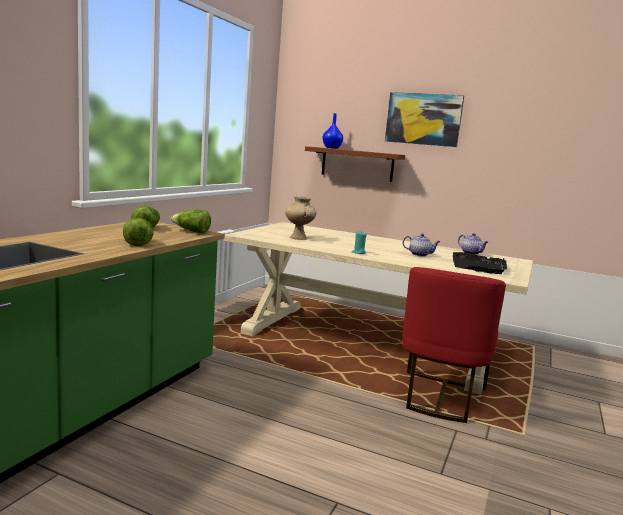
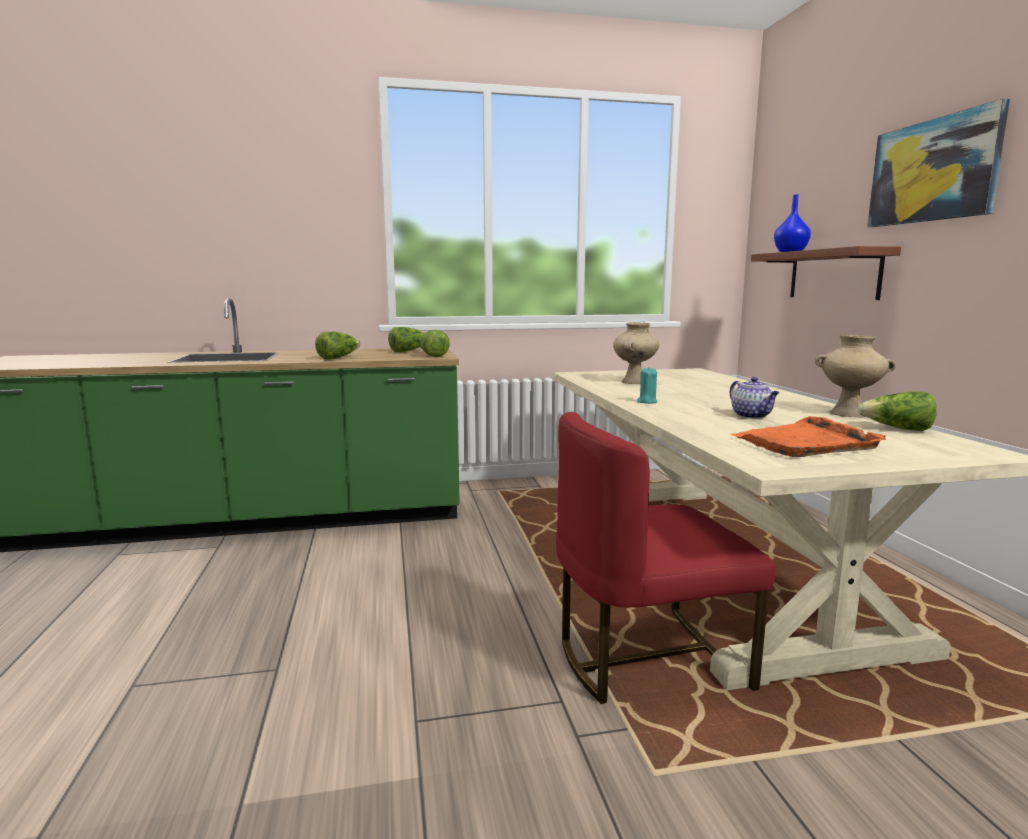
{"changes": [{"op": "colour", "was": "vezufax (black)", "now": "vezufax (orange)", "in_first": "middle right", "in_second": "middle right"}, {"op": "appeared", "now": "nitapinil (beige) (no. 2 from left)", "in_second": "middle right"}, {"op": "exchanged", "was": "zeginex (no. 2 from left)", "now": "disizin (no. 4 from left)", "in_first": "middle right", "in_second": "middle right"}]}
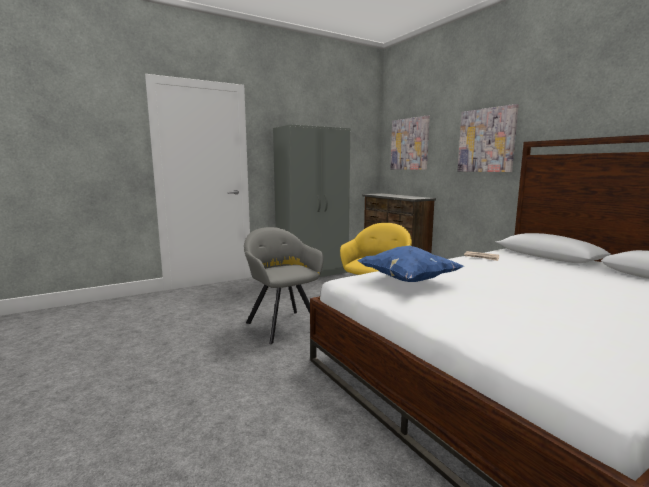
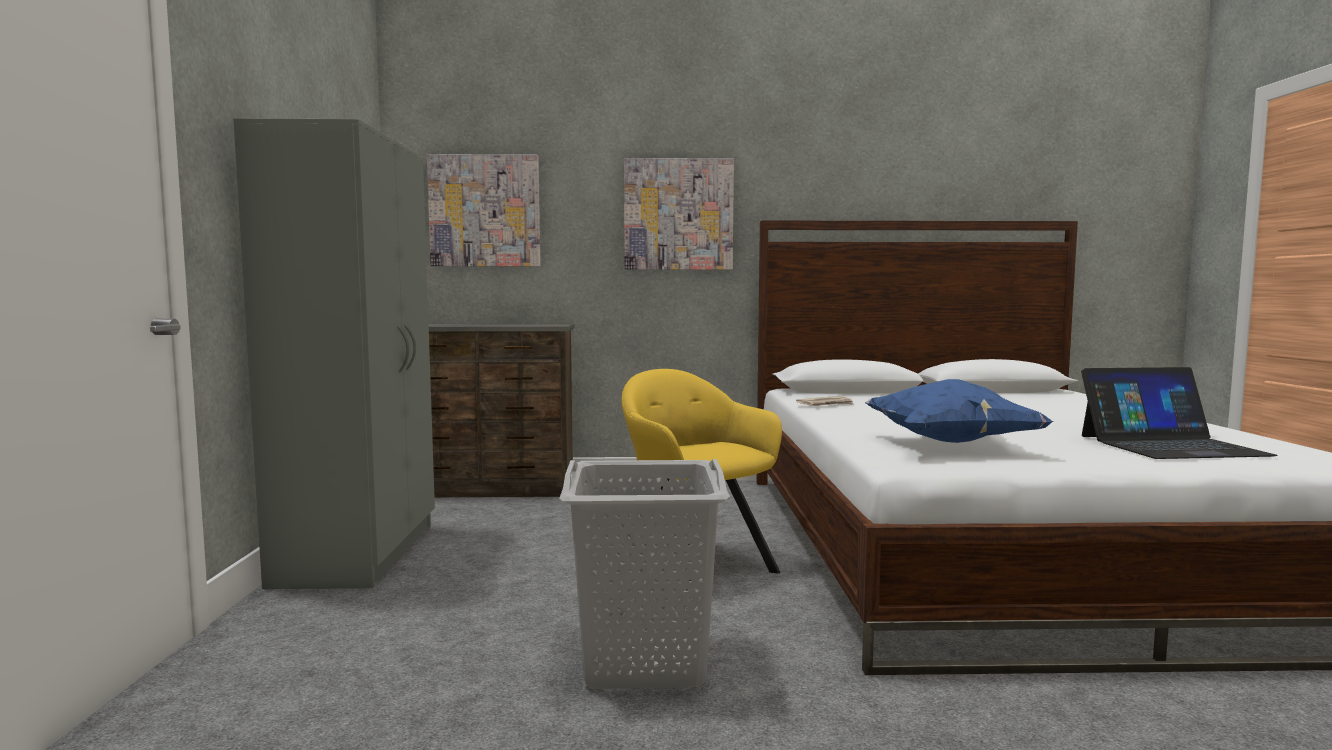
{"changes": [{"op": "exchanged", "was": "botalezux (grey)", "now": "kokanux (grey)", "in_first": "centre", "in_second": "bottom centre"}, {"op": "appeared", "now": "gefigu", "in_second": "middle right"}]}
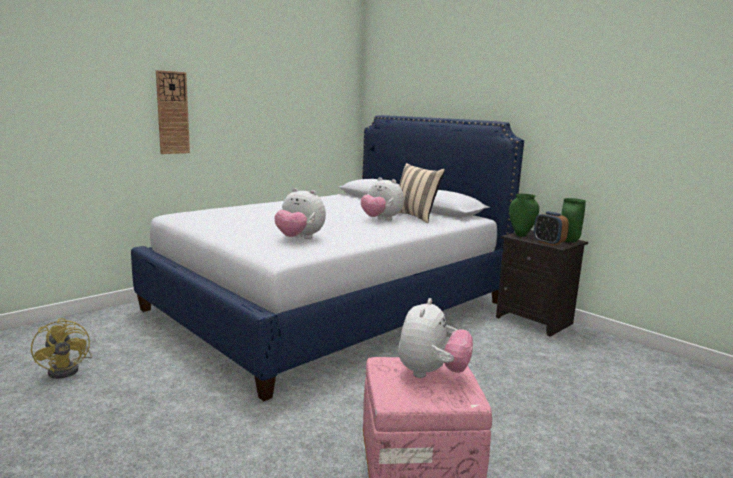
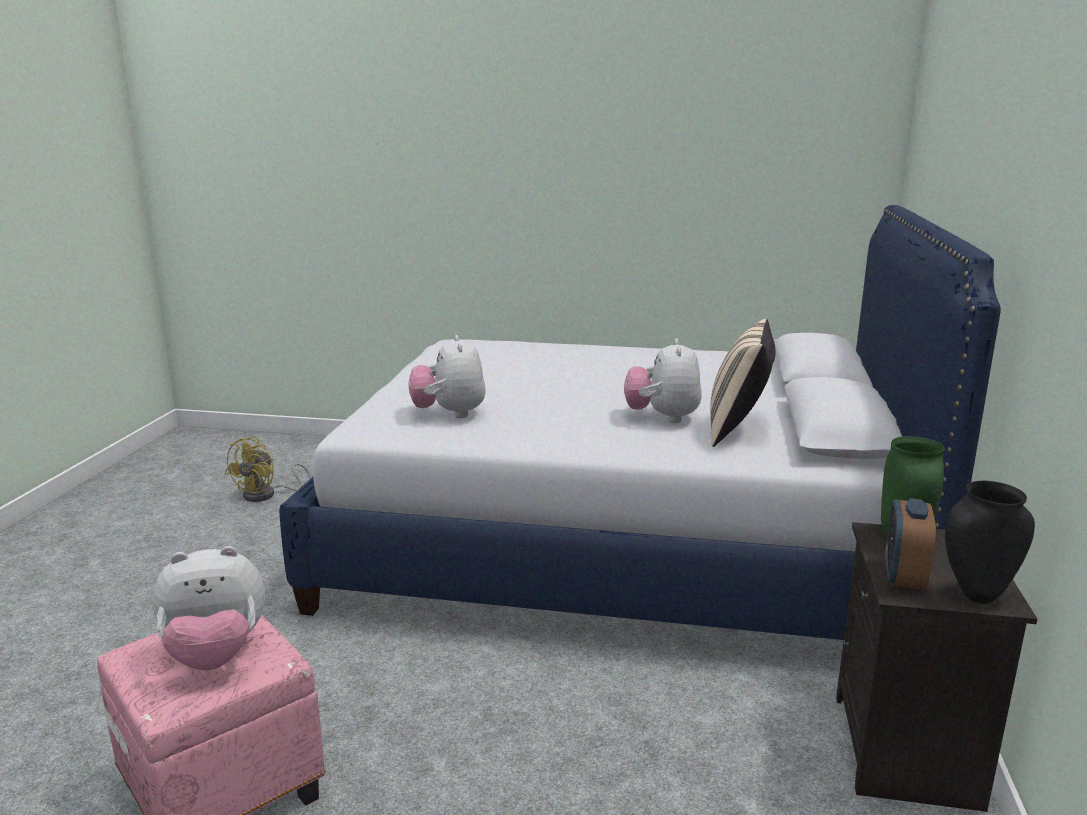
{"changes": [{"op": "colour", "was": "nitapinil (green) (no. 2 from left)", "now": "nitapinil (black)", "in_first": "middle right", "in_second": "middle right"}, {"op": "missing", "was": "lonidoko", "in_first": "top left"}]}
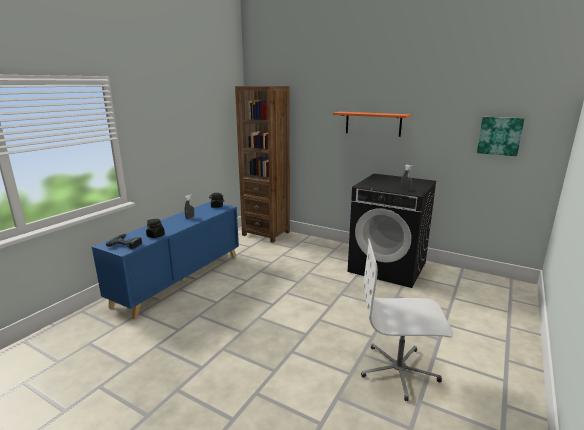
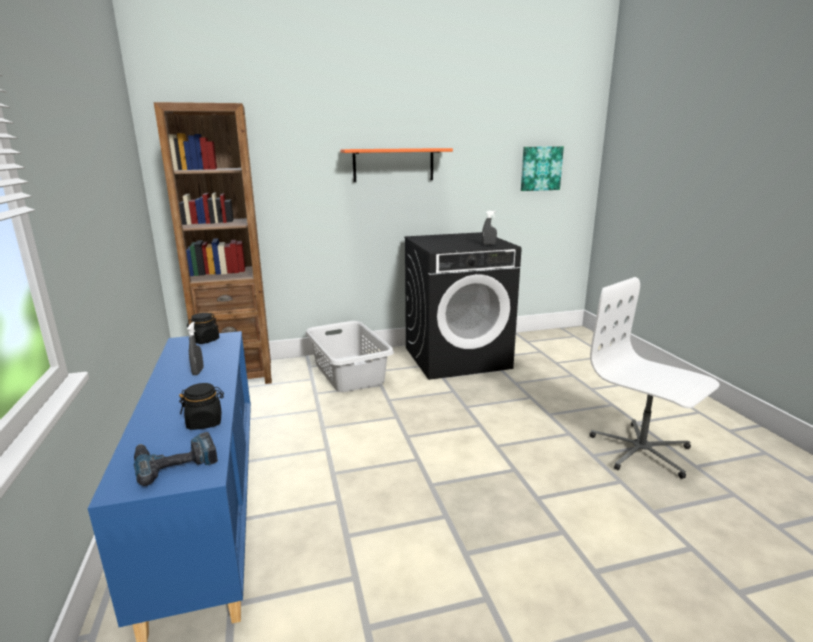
{"changes": [{"op": "appeared", "now": "kokanux (grey)", "in_second": "centre"}, {"op": "spun", "was": "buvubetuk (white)", "in_first": "bottom right", "in_second": "middle right", "clockwise": 90}]}
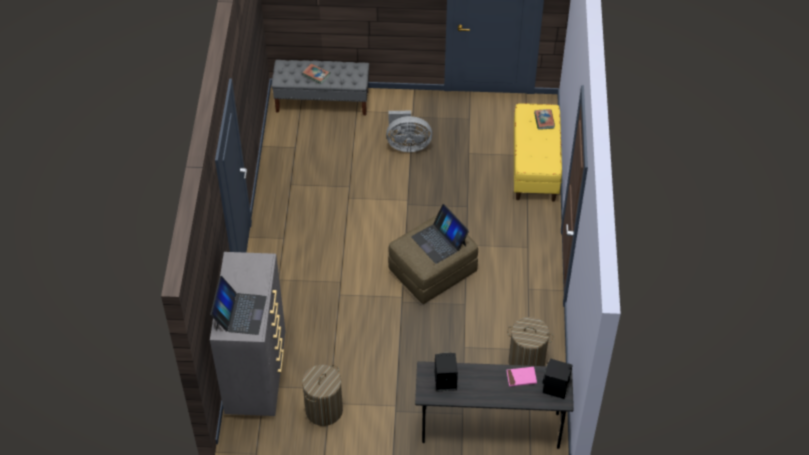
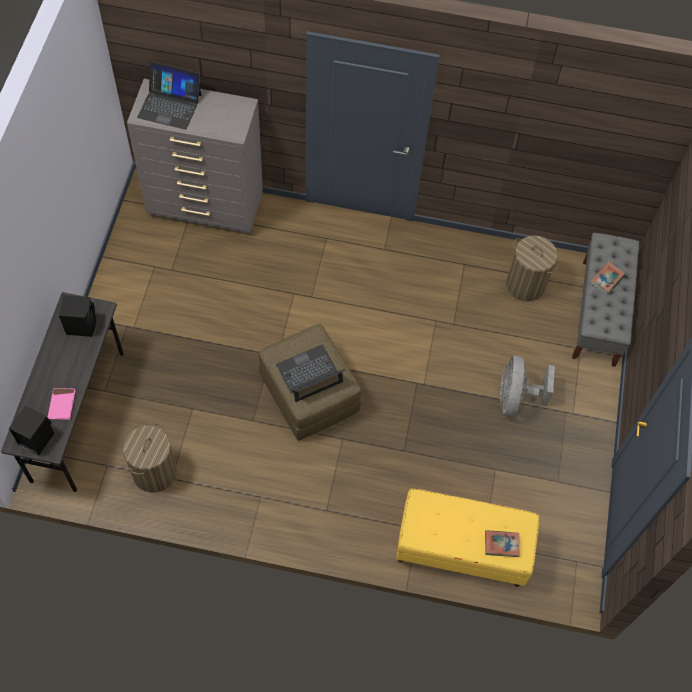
{"changes": [{"op": "relocated", "was": "kokanux (no. 1 from left in the first image)", "now": "kokanux (no. 2 from left)", "in_first": "bottom centre", "in_second": "middle right"}]}
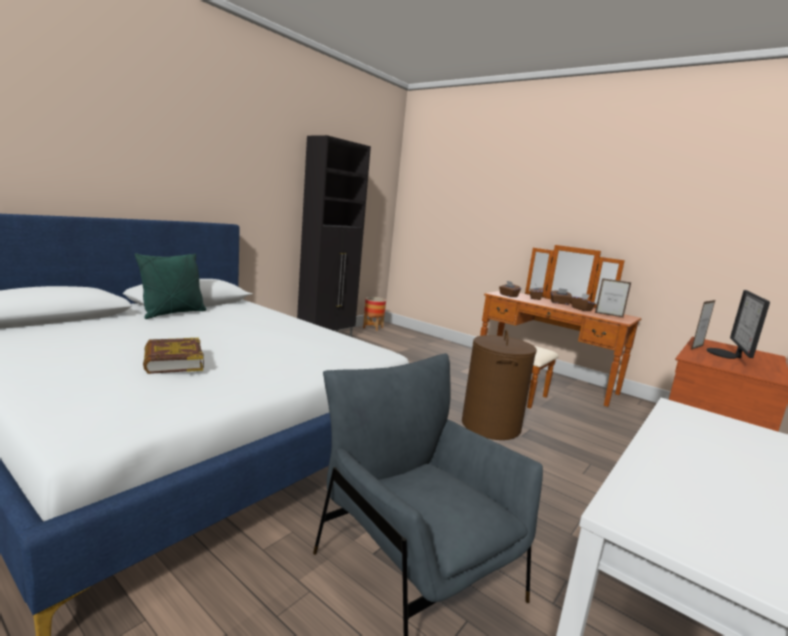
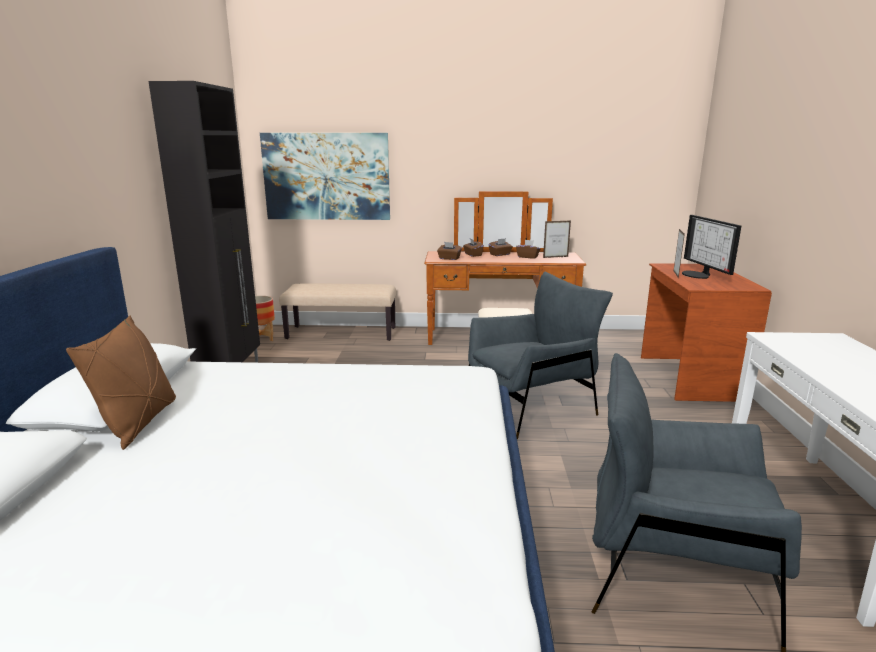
{"changes": [{"op": "colour", "was": "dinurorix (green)", "now": "dinurorix (brown)", "in_first": "middle left", "in_second": "middle left"}, {"op": "appeared", "now": "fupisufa", "in_second": "top centre"}, {"op": "appeared", "now": "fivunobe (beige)", "in_second": "centre"}, {"op": "exchanged", "was": "kokanux (brown)", "now": "botalezux (grey) (no. 1 from left)", "in_first": "centre", "in_second": "centre"}, {"op": "missing", "was": "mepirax", "in_first": "middle left"}]}
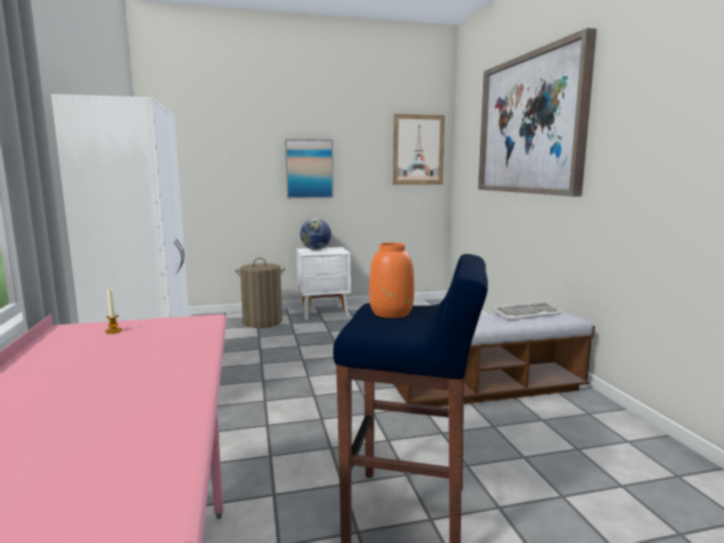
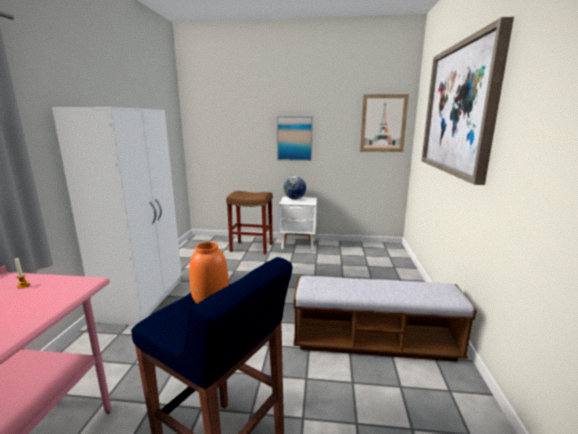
{"changes": [{"op": "exchanged", "was": "kokanux", "now": "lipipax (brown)", "in_first": "centre", "in_second": "centre"}, {"op": "missing", "was": "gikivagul", "in_first": "middle right"}]}
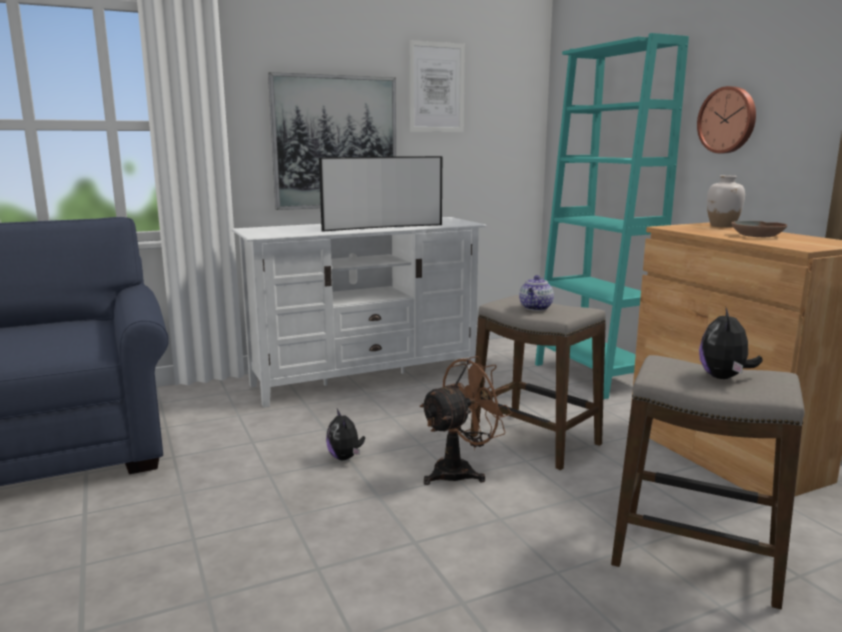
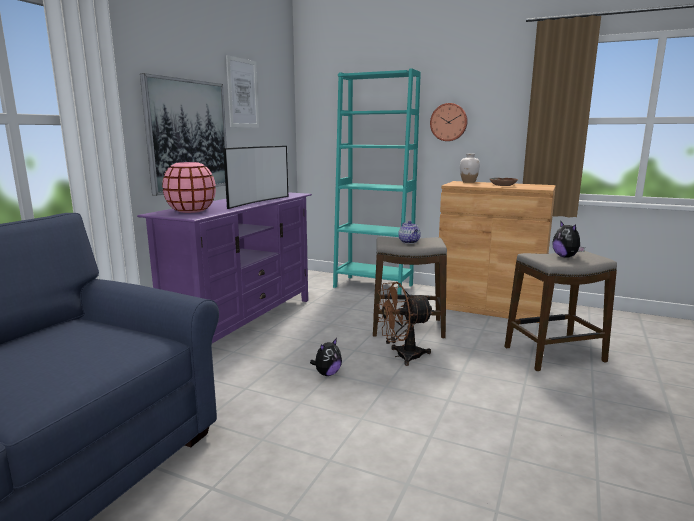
{"changes": [{"op": "colour", "was": "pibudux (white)", "now": "pibudux (purple)", "in_first": "centre", "in_second": "middle left"}, {"op": "appeared", "now": "nitapinil (pink)", "in_second": "middle left"}, {"op": "spun", "was": "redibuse (no. 1 from left)", "in_first": "bottom centre", "in_second": "bottom centre", "clockwise": -75}, {"op": "spun", "was": "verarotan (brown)", "in_first": "centre", "in_second": "centre", "clockwise": -120}]}
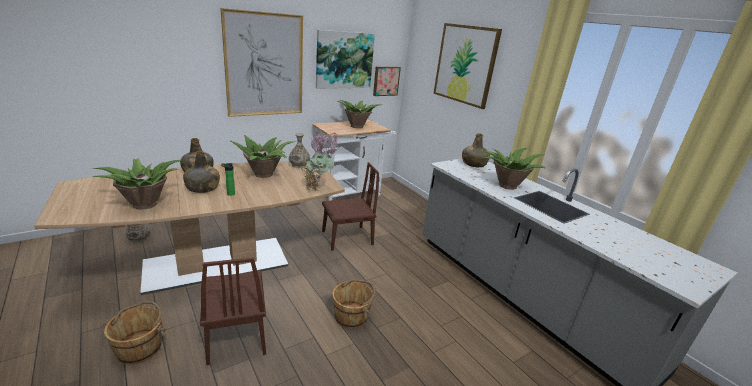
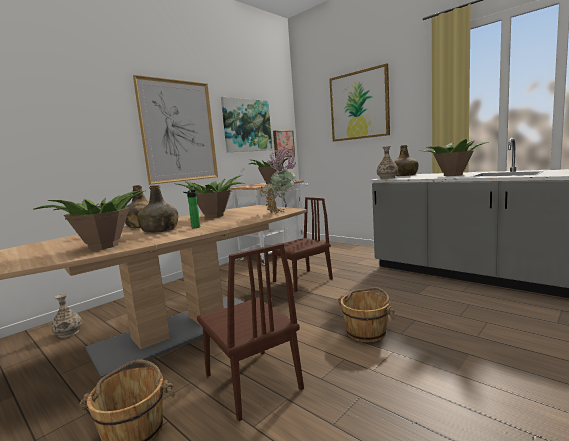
{"changes": [{"op": "relocated", "was": "nitapinil (no. 2 from left)", "in_first": "centre", "in_second": "middle right"}]}
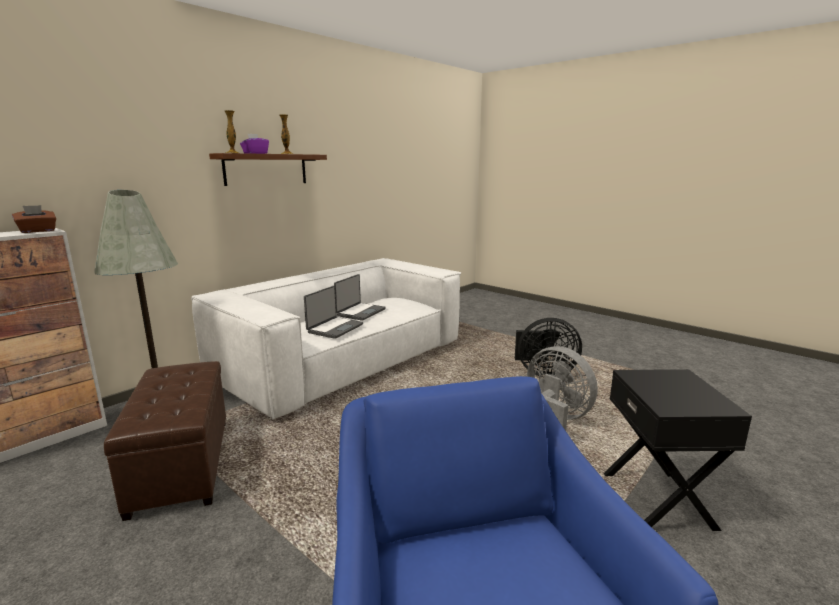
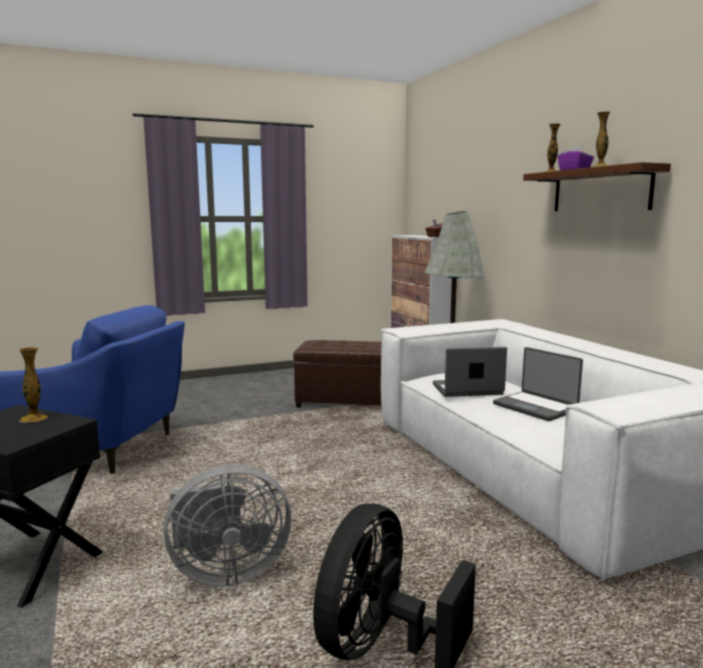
{"changes": [{"op": "appeared", "now": "nitapinil (no. 1 from left)", "in_second": "middle left"}, {"op": "spun", "was": "gefigu (no. 1 from left)", "in_first": "centre", "in_second": "middle right", "clockwise": 120}]}
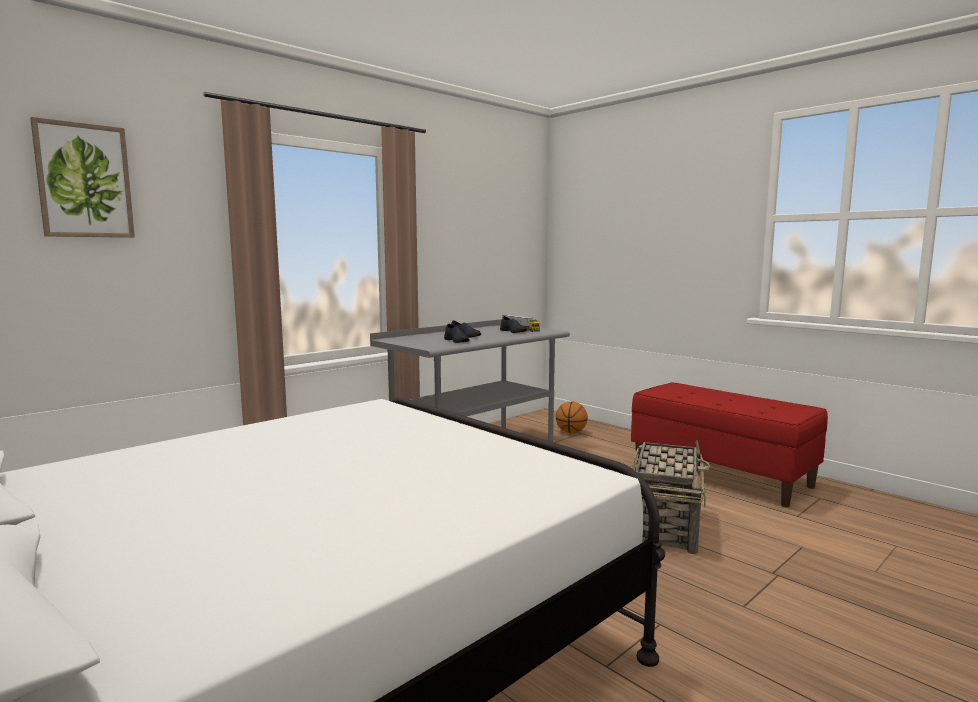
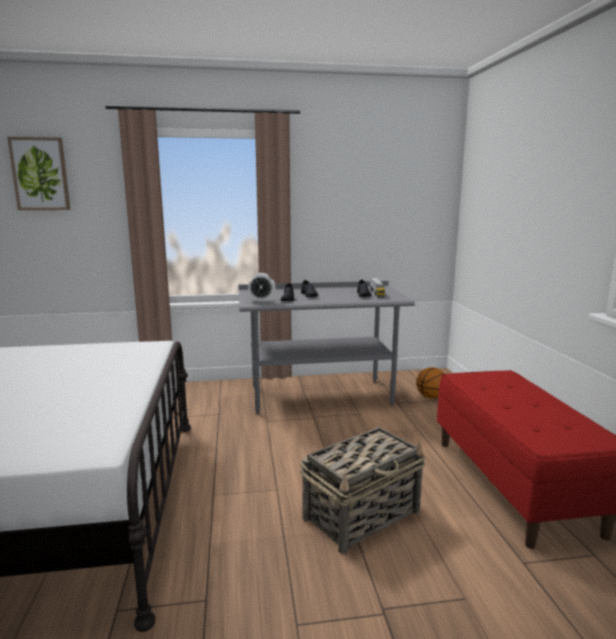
{"changes": [{"op": "appeared", "now": "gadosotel", "in_second": "centre"}]}
